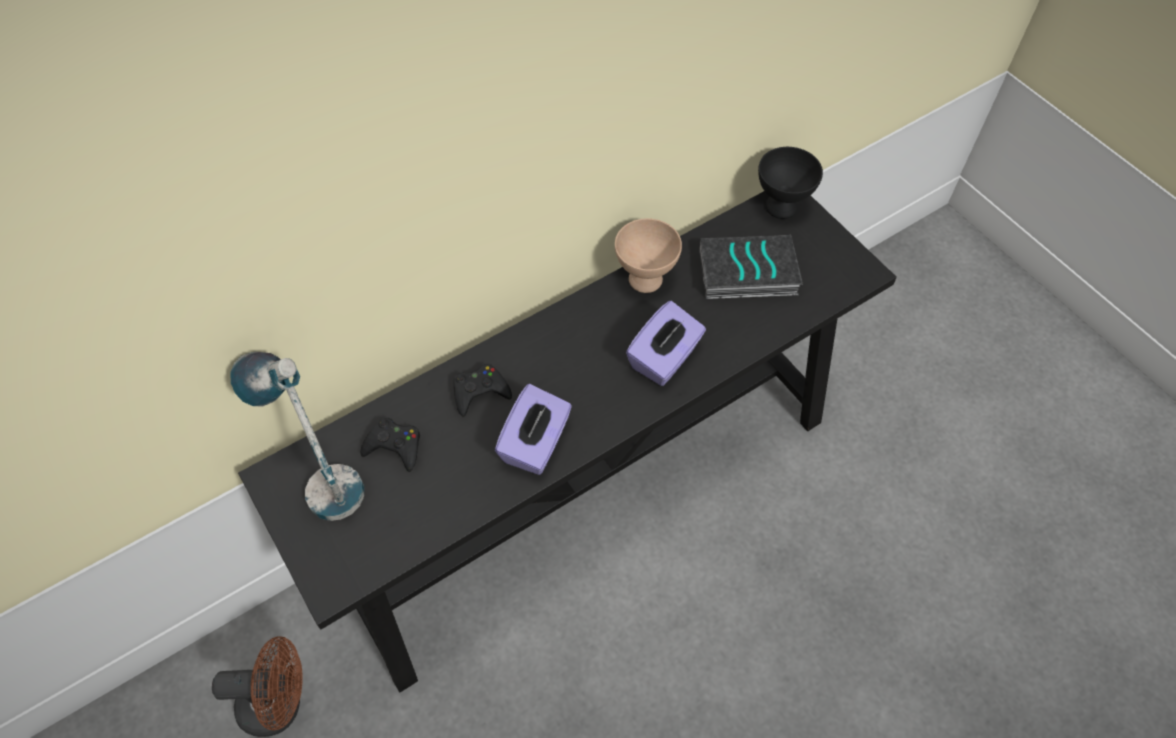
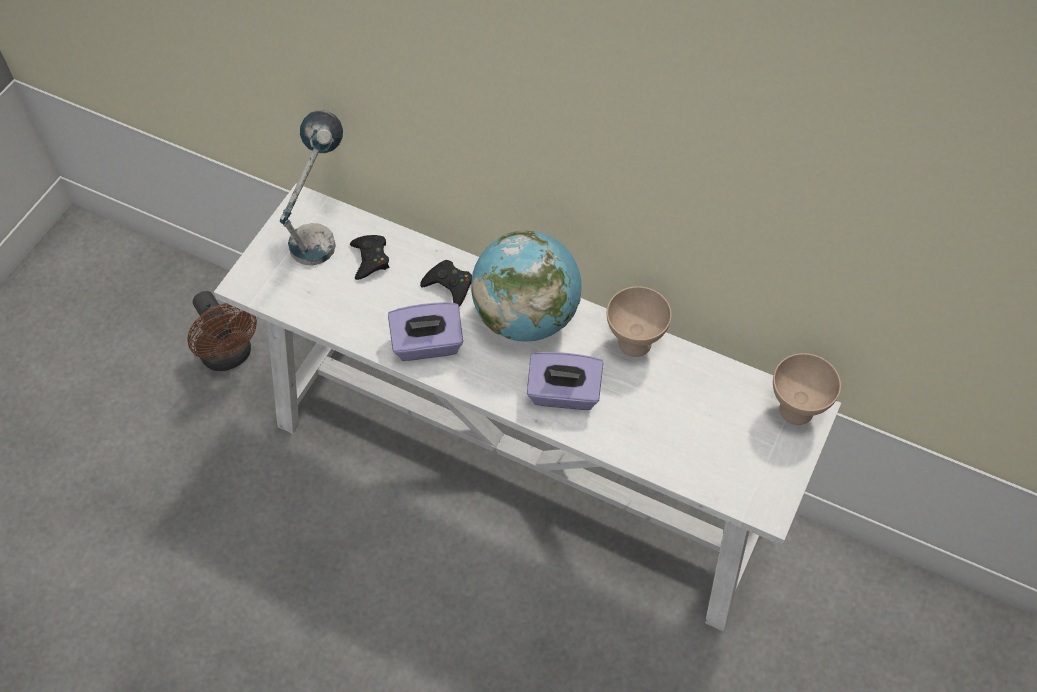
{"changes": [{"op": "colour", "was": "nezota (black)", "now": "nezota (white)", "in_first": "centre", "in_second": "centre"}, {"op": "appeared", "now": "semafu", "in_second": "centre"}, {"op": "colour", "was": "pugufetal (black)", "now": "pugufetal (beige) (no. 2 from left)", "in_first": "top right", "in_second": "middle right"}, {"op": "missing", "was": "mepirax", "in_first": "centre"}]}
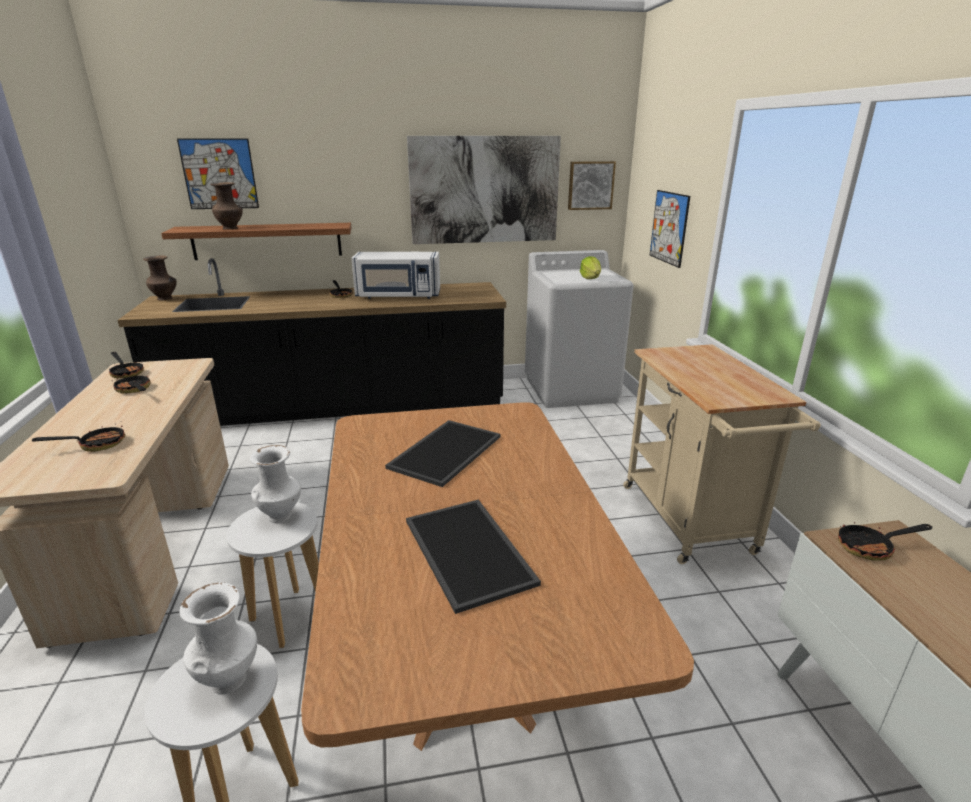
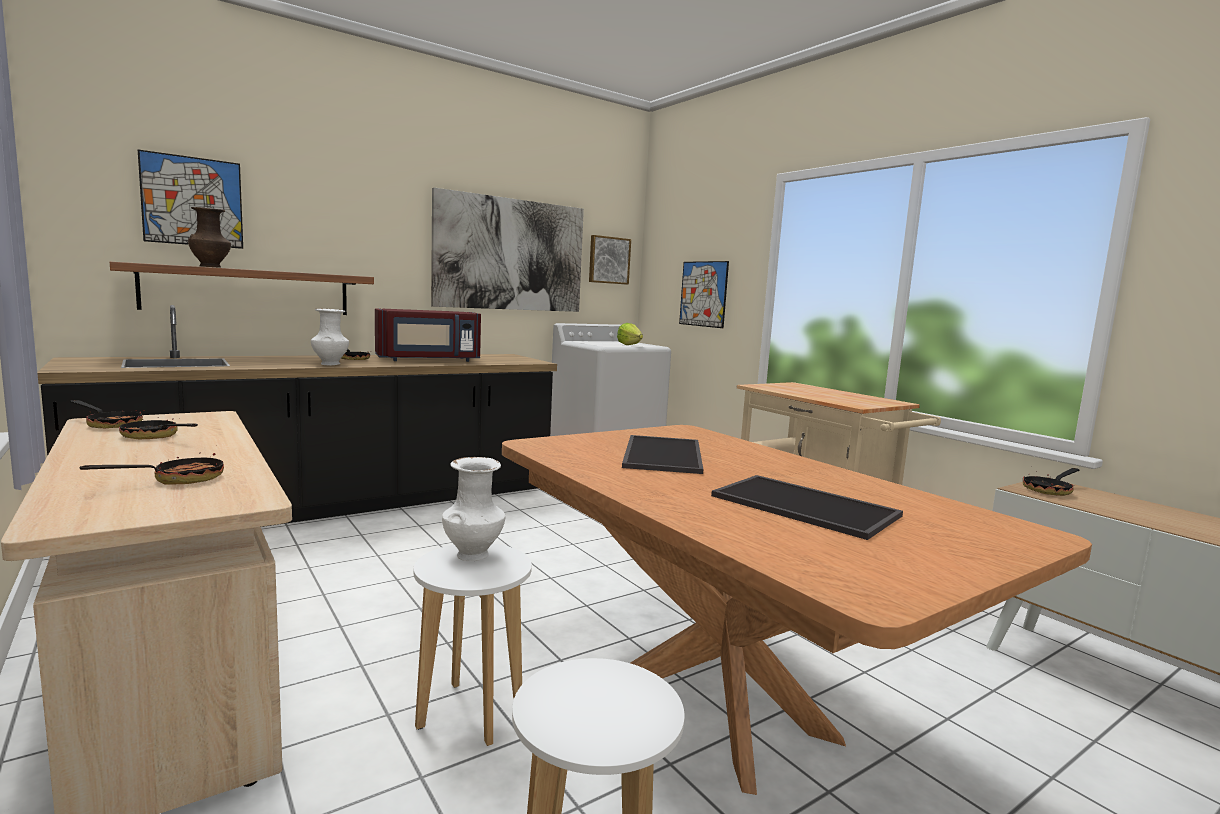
{"changes": [{"op": "relocated", "was": "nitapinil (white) (no. 1 from left)", "in_first": "bottom left", "in_second": "middle left"}, {"op": "colour", "was": "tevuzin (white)", "now": "tevuzin (red)", "in_first": "centre", "in_second": "centre"}, {"op": "missing", "was": "nitapinil (brown) (no. 1 from left)", "in_first": "middle left"}]}
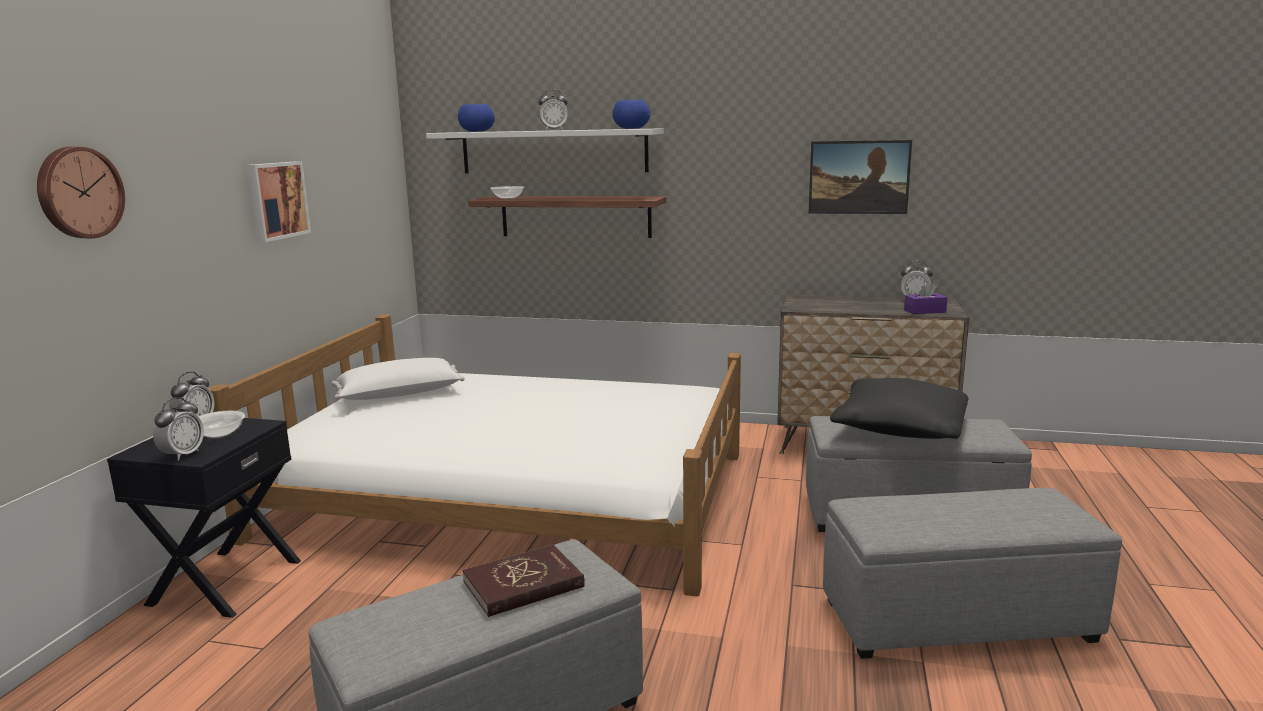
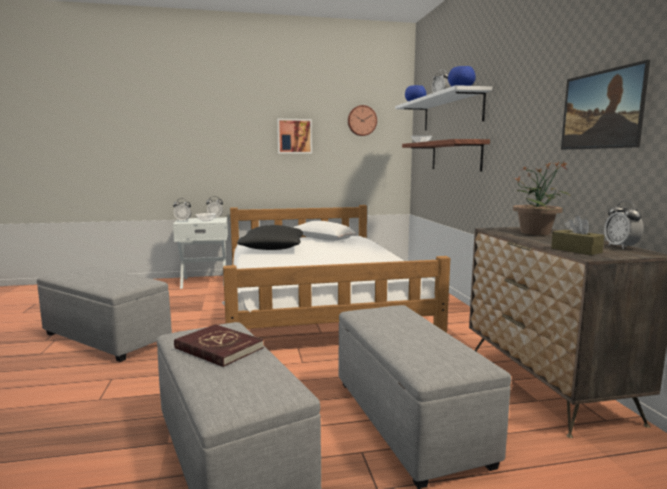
{"changes": [{"op": "colour", "was": "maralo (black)", "now": "maralo (white)", "in_first": "bottom left", "in_second": "middle left"}, {"op": "relocated", "was": "mepirax (red)", "in_first": "bottom centre", "in_second": "bottom left"}, {"op": "relocated", "was": "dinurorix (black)", "in_first": "middle right", "in_second": "centre"}, {"op": "relocated", "was": "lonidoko", "in_first": "top left", "in_second": "top centre"}, {"op": "appeared", "now": "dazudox", "in_second": "middle right"}, {"op": "colour", "was": "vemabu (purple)", "now": "vemabu (brown)", "in_first": "middle right", "in_second": "middle right"}]}
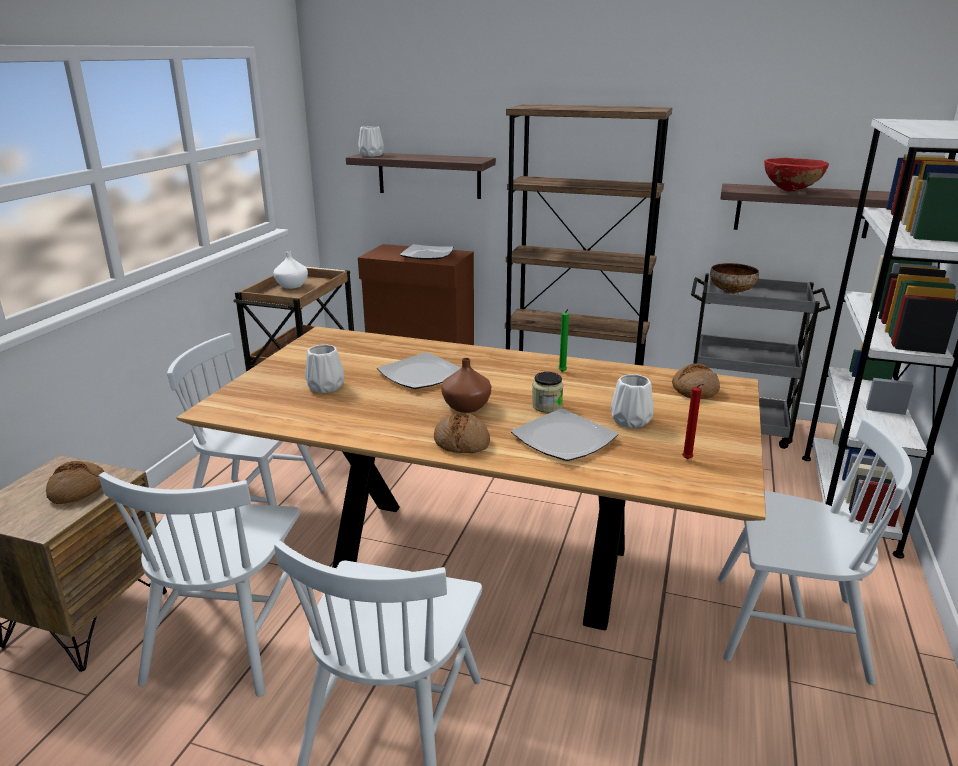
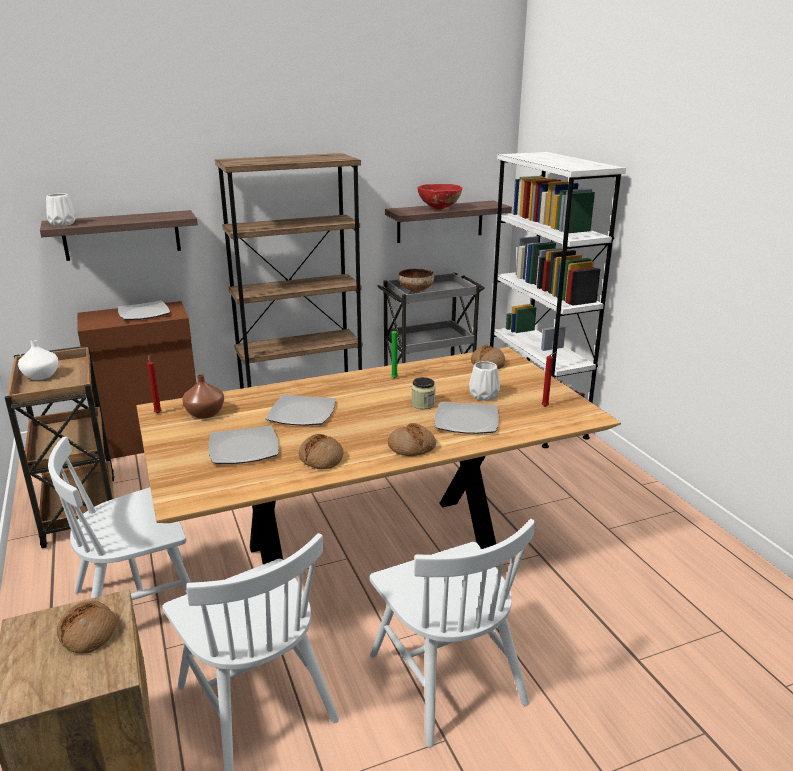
{"changes": [{"op": "appeared", "now": "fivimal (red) (no. 1 from left)", "in_second": "middle left"}, {"op": "relocated", "was": "nitapinil (brown)", "in_first": "centre", "in_second": "middle left"}, {"op": "exchanged", "was": "nitapinil (white) (no. 2 from left)", "now": "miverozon (no. 2 from left)", "in_first": "centre", "in_second": "middle left"}, {"op": "appeared", "now": "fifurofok (no. 2 from left)", "in_second": "centre"}, {"op": "missing", "was": "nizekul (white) (no. 4 from left)", "in_first": "bottom right"}]}
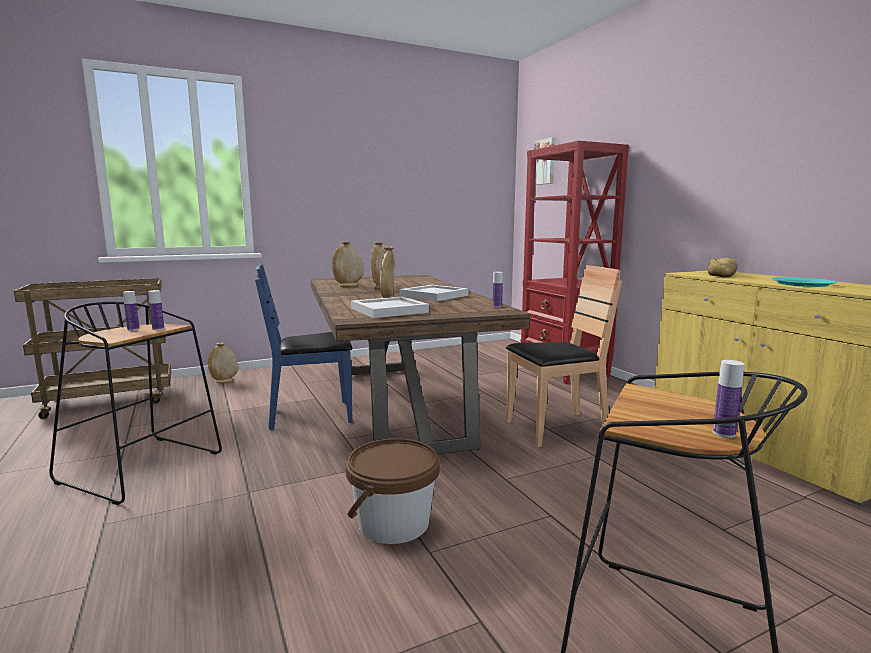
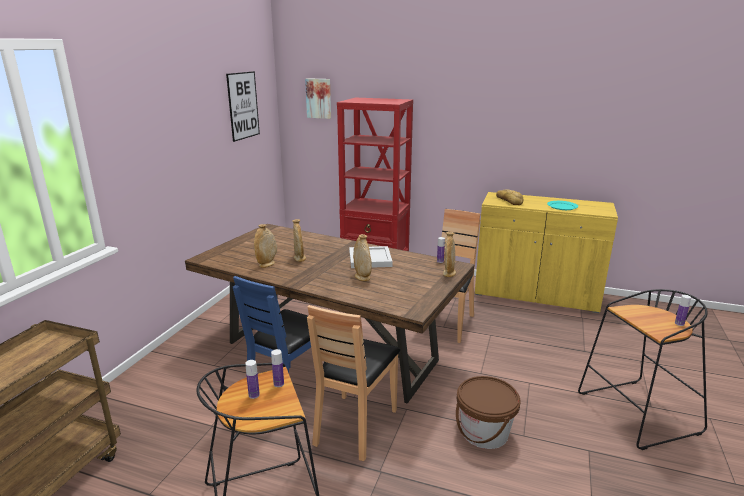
{"changes": [{"op": "appeared", "now": "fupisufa (no. 1 from left)", "in_second": "top left"}, {"op": "appeared", "now": "nizekul (brown) (no. 1 from left)", "in_second": "bottom centre"}, {"op": "relocated", "was": "nitapinil (beige) (no. 1 from left in the first image)", "now": "nitapinil (beige) (no. 4 from left)", "in_first": "middle left", "in_second": "centre"}, {"op": "missing", "was": "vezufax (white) (no. 1 from left)", "in_first": "centre"}]}
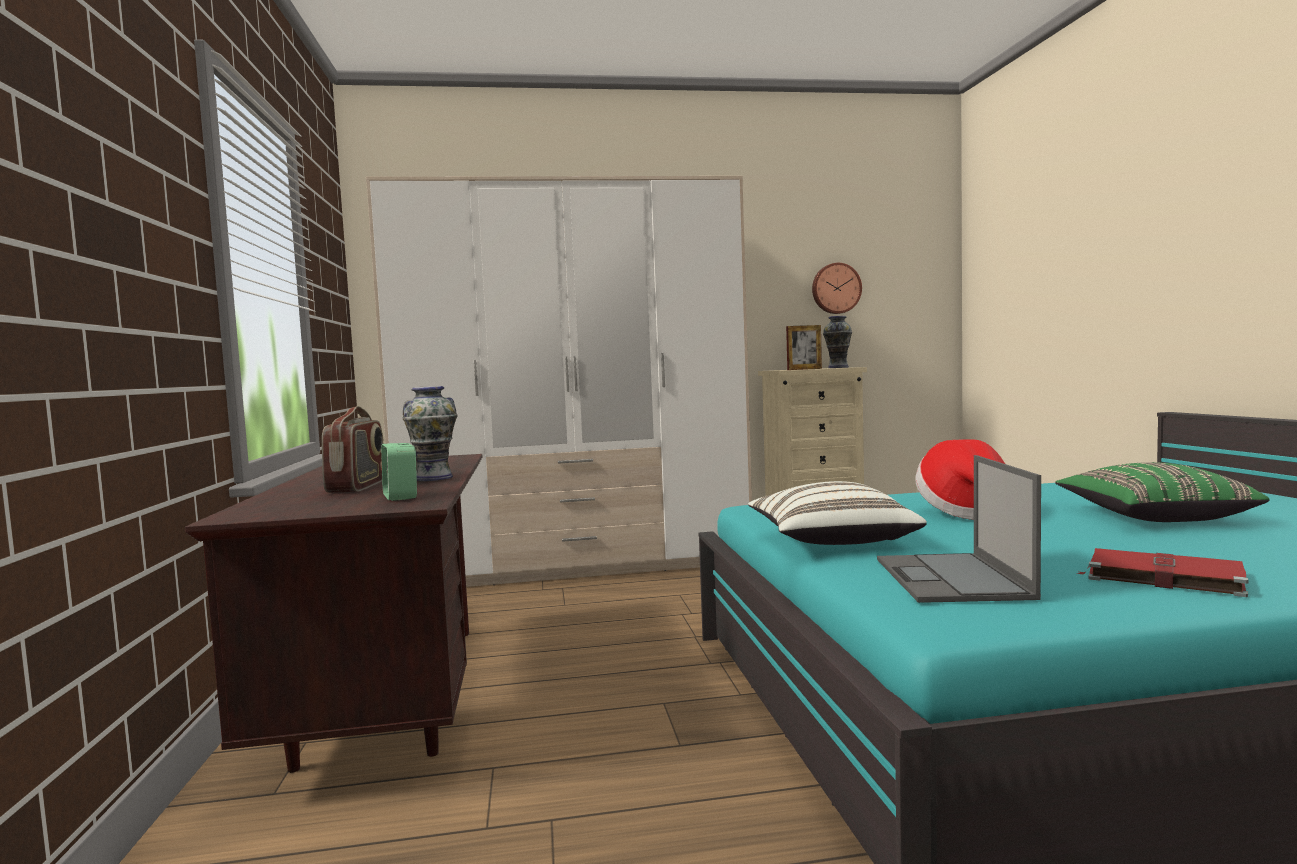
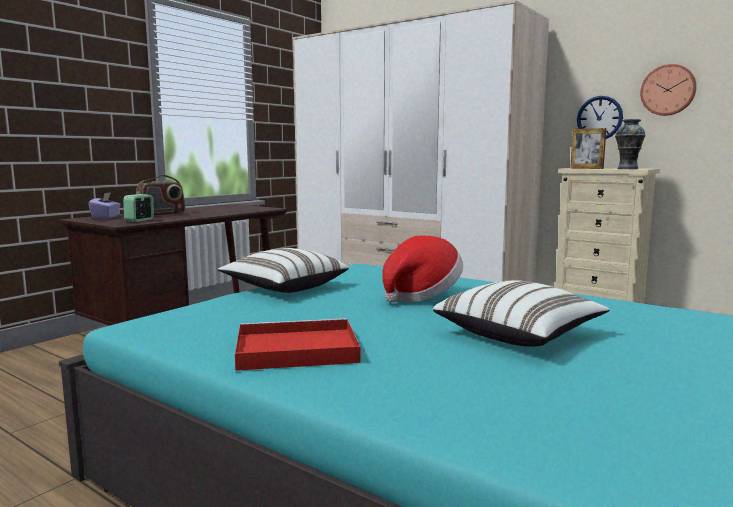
{"changes": [{"op": "appeared", "now": "vemabu (purple)", "in_second": "middle left"}, {"op": "exchanged", "was": "mepirax (red)", "now": "vezufax (red)", "in_first": "middle right", "in_second": "bottom centre"}, {"op": "colour", "was": "dinurorix (green)", "now": "dinurorix (white) (no. 2 from left)", "in_first": "middle right", "in_second": "middle right"}, {"op": "appeared", "now": "lonidoko (no. 1 from left)", "in_second": "top right"}, {"op": "missing", "was": "nitapinil (no. 1 from left)", "in_first": "middle left"}, {"op": "missing", "was": "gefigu", "in_first": "middle right"}]}
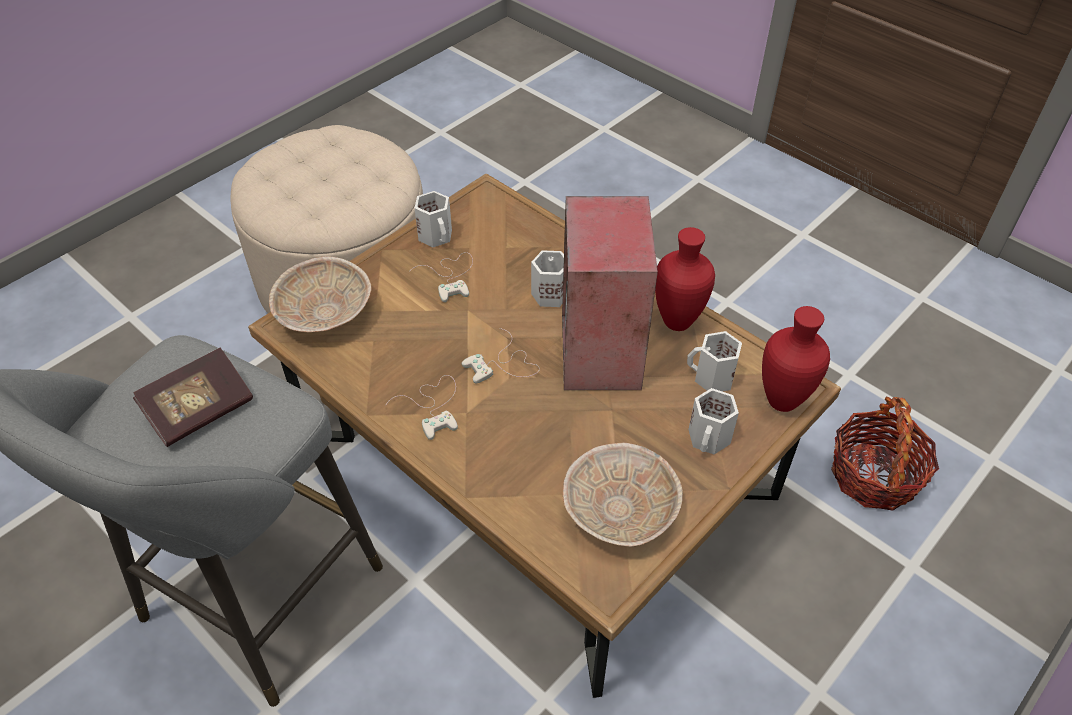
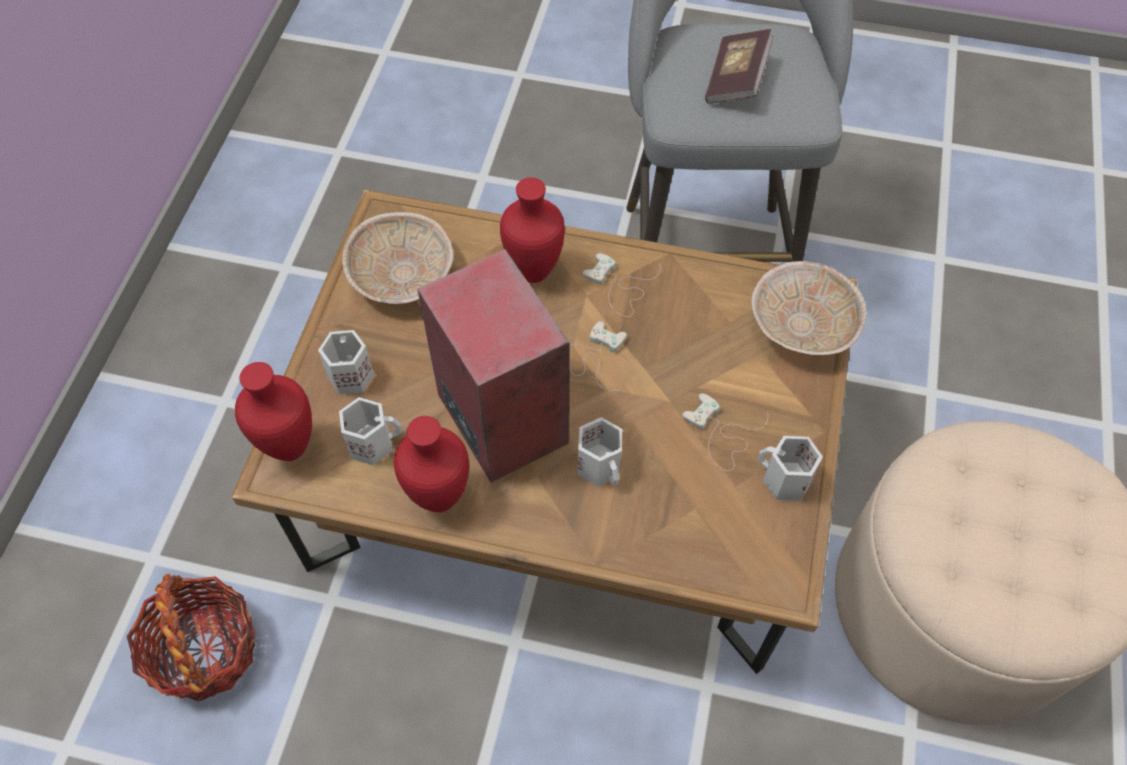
{"changes": [{"op": "appeared", "now": "nitapinil (red) (no. 3 from left)", "in_second": "top centre"}]}
